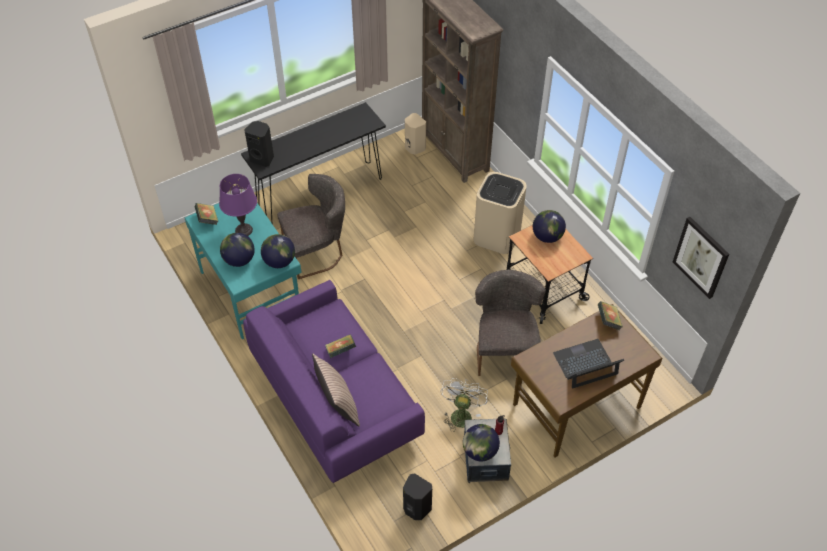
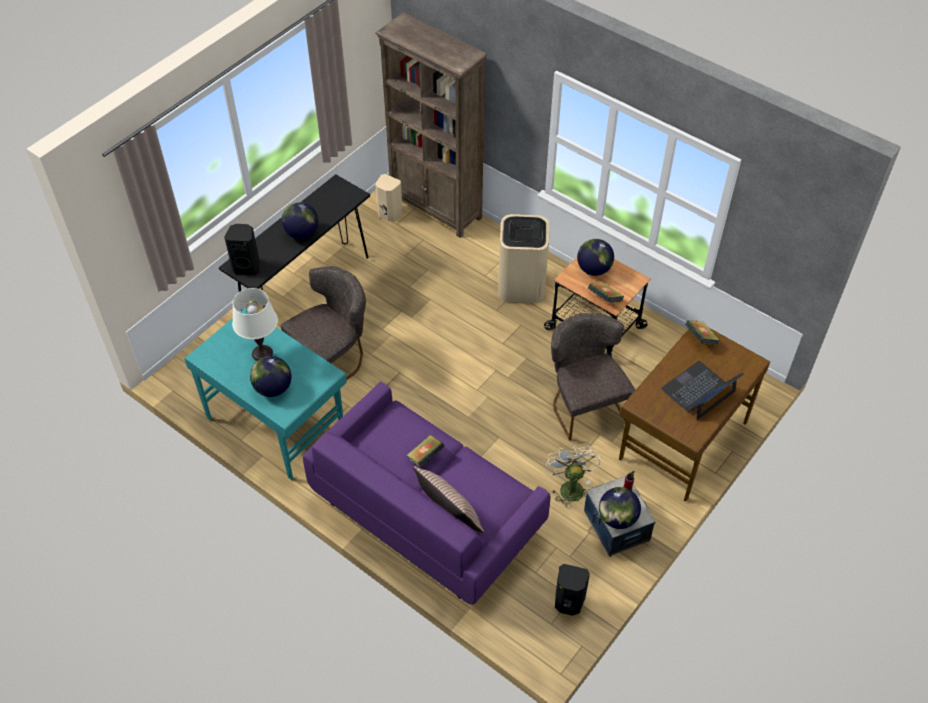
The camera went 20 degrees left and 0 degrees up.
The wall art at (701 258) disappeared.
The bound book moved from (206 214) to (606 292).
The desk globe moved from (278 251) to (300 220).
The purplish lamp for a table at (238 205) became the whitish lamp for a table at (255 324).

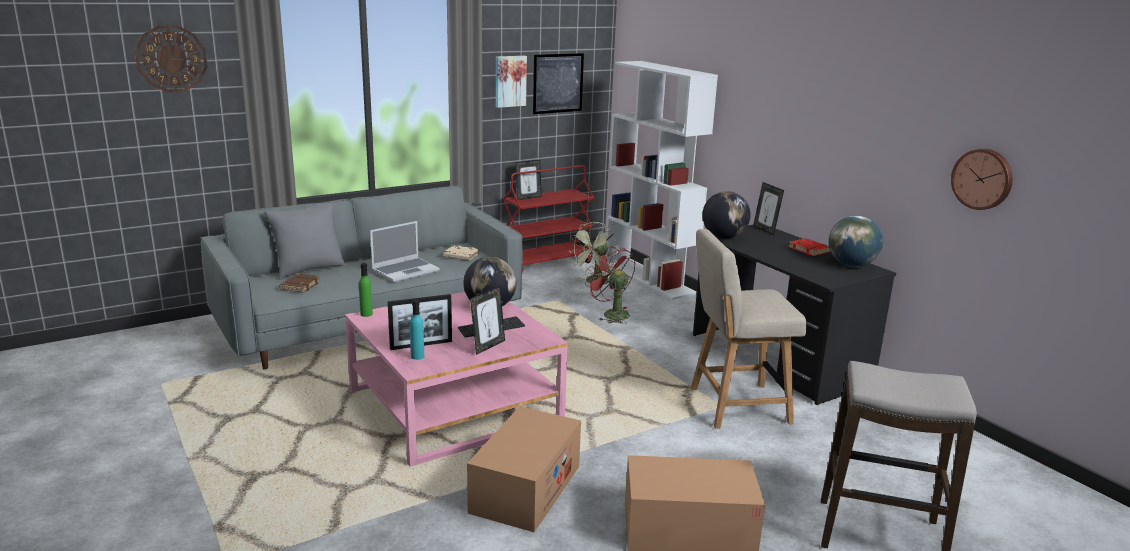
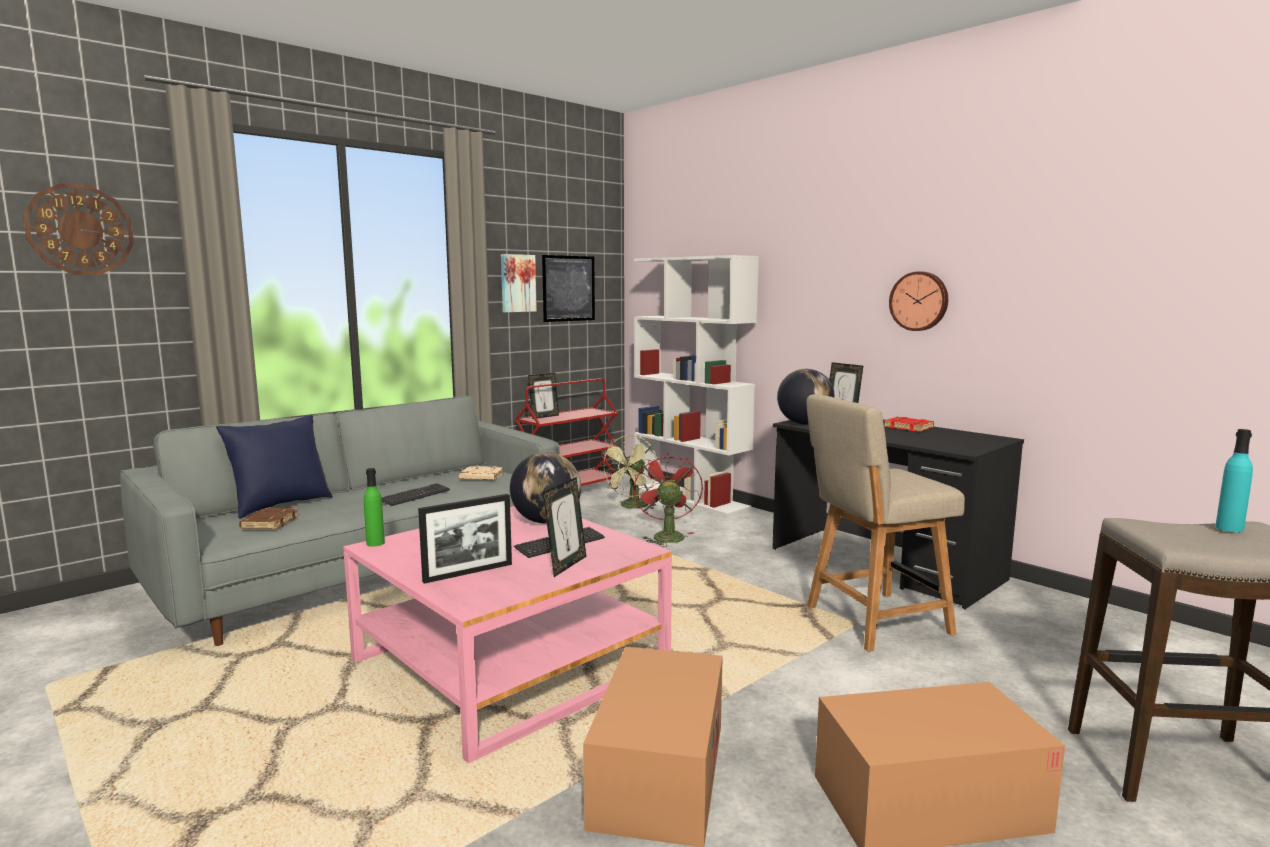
The camera went 10 degrees left and 10 degrees down.
The desk globe at (855 241) disappeared.
The turquoise beverage bottle moved from (417 330) to (1234 480).
The clock on the wall moved from (982 179) to (918 301).
The portable computer at (405 251) was replaced by the PC keyboard at (415 494).
The greyish cushion at (305 241) became the blue-coloured cushion at (274 467).
The red-coloured electric fan at (610 285) turned 45 degrees clockwise.

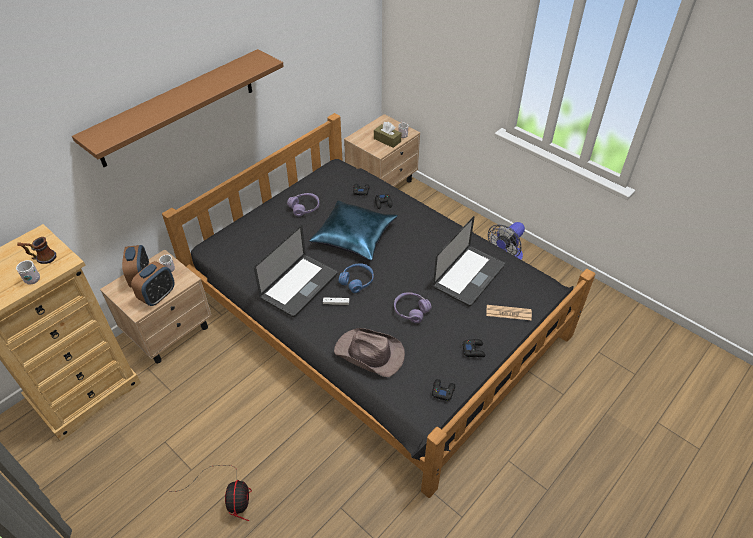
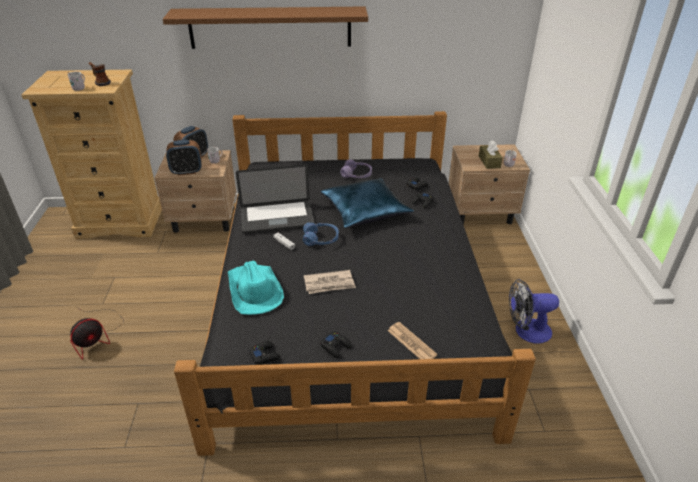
The camera went 45 degrees right and 10 degrees down.
The portable computer at (469 261) disappeared.
The purplish headphones at (413 307) was replaced by the printed paper at (330 282).
The brown hat at (369 352) became the turquoise hat at (256 288).

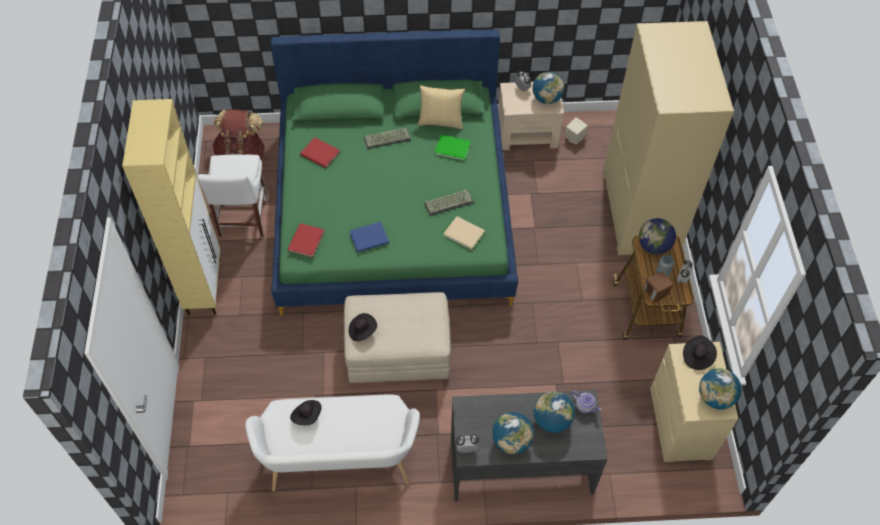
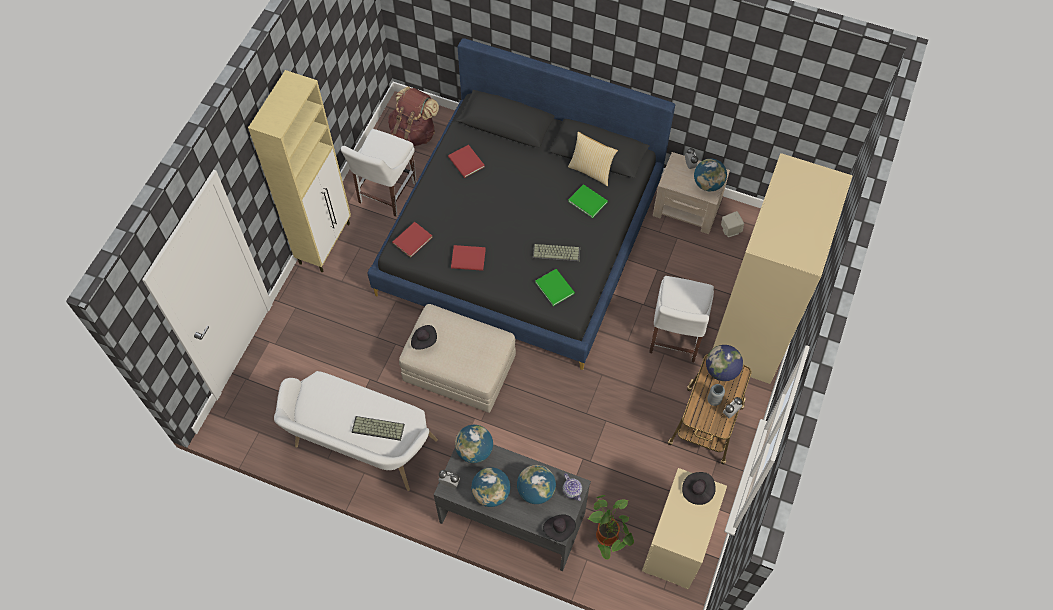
The camera went 25 degrees right and 5 degrees up.
The brown speaker at (657 287) disappeared.
The houseplant at (611 527) appeared.
The whitish chair at (681 319) appeared.
The blackish hat moved from (306 412) to (559 528).
The PC keyboard moved from (387 138) to (378 428).
The desk globe moved from (720 388) to (474 444).
The greenish bed at (394 172) became the blackish bed at (521 204).
The blue-coloured bound book at (369 237) became the red-coloured bound book at (468 258).
The beige bound book at (464 233) became the greenish bound book at (555 287).

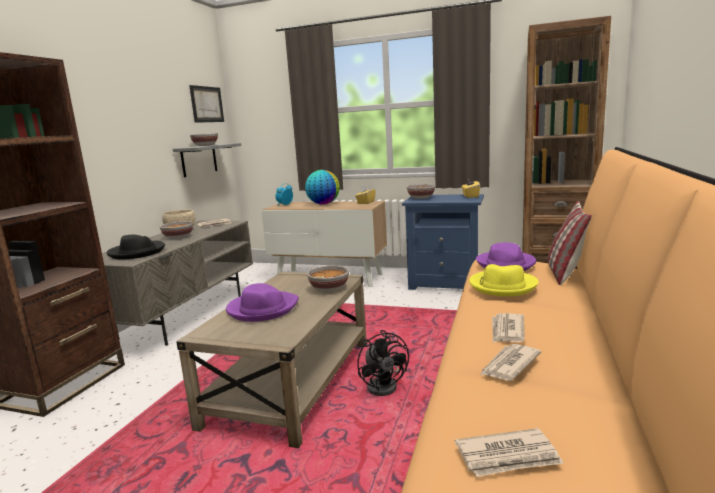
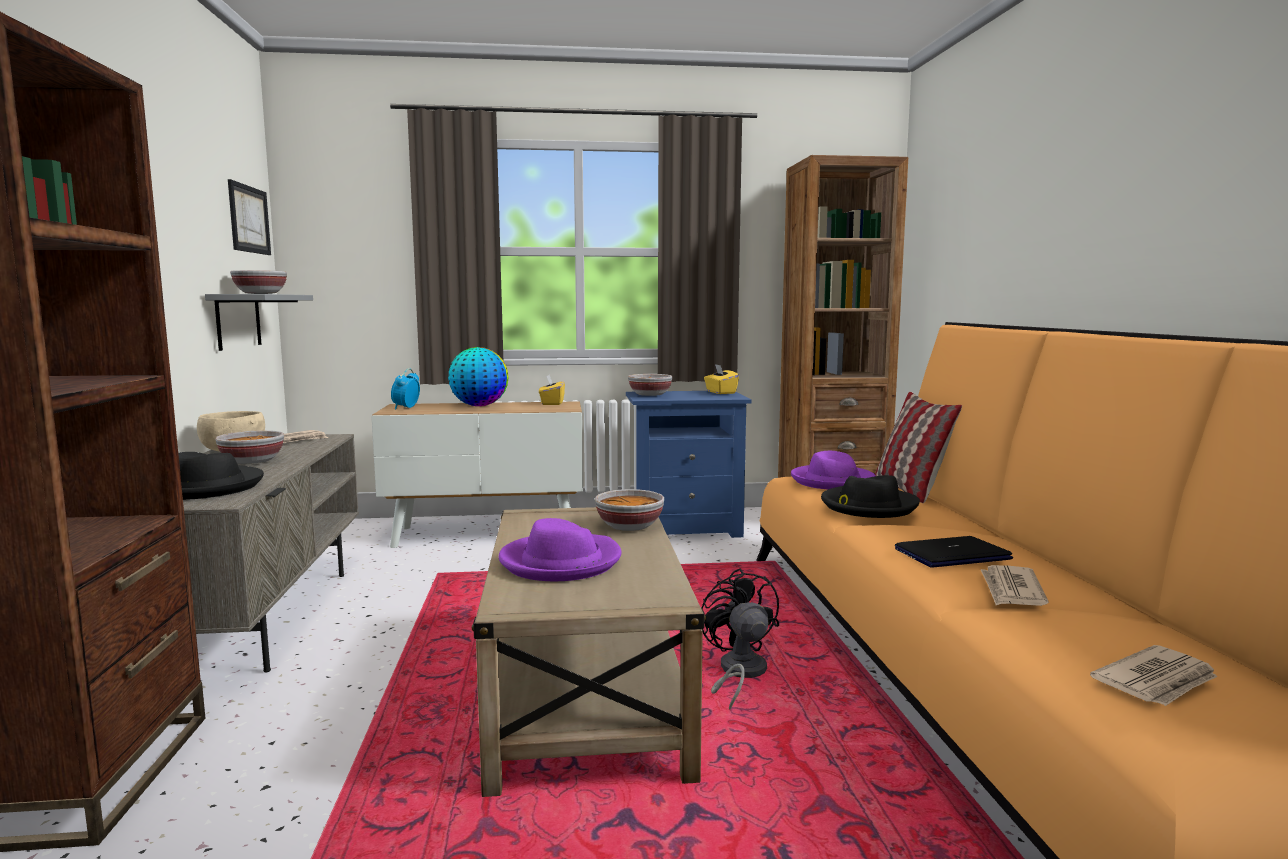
The camera went 25 degrees left and 5 degrees down.
The printed paper at (508 328) was replaced by the portable computer at (954 551).
The yellow hat at (504 280) became the blackish hat at (870 496).
The blackish electric fan at (383 363) turned 150 degrees counterclockwise.

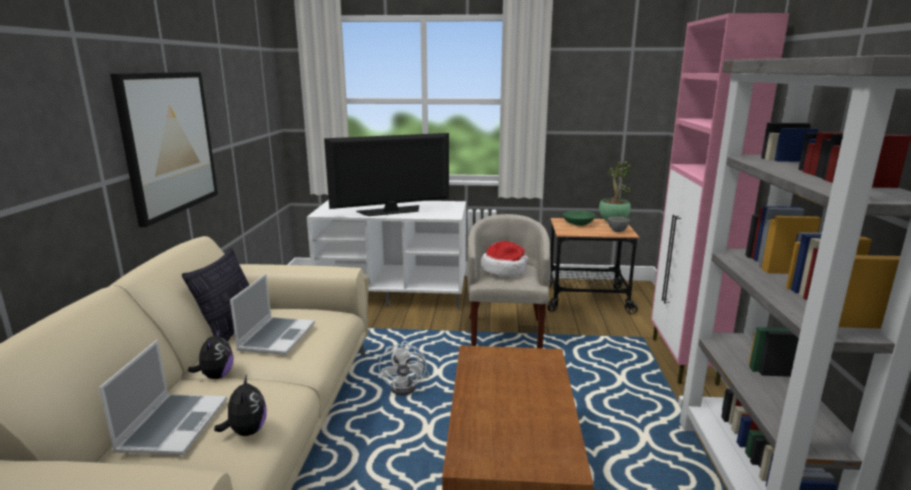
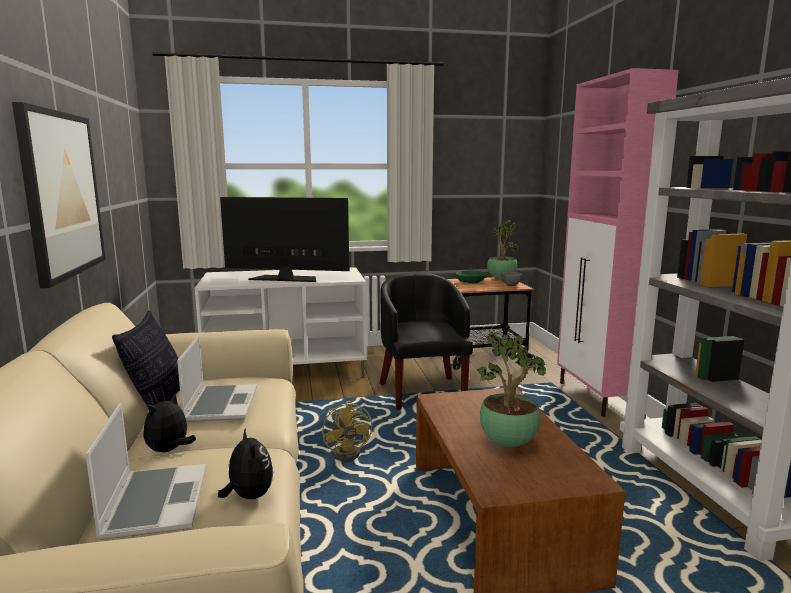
The camera went 15 degrees left and 5 degrees down.
The hat at (505 258) disappeared.
The houseplant at (511 389) appeared.
The whitish electric fan at (404 368) became the yellow electric fan at (347 431).
The beige easy chair at (509 281) became the blackish easy chair at (426 341).
The soft toy at (211 354) turned 135 degrees counterclockwise.
The television at (386 174) turned 135 degrees counterclockwise.

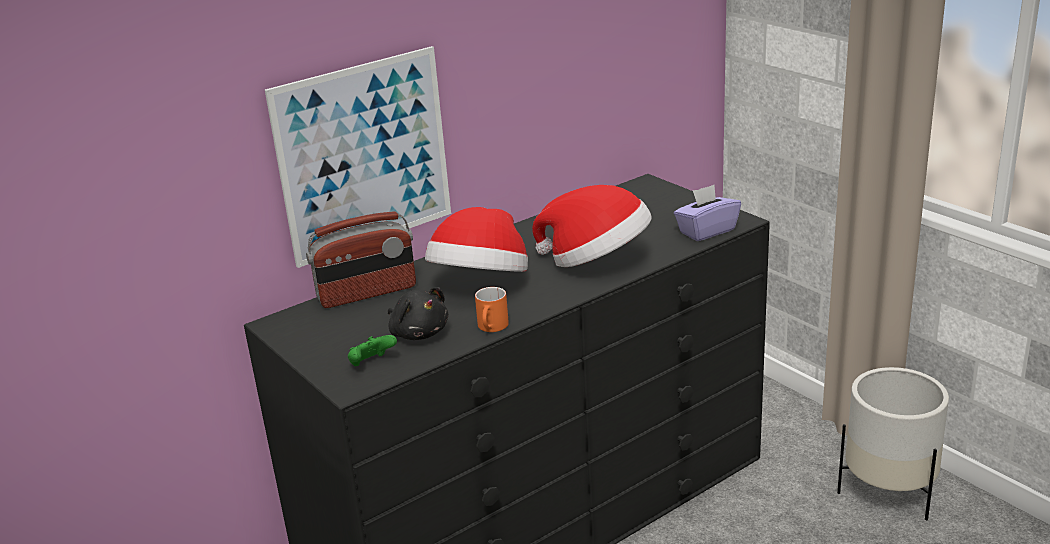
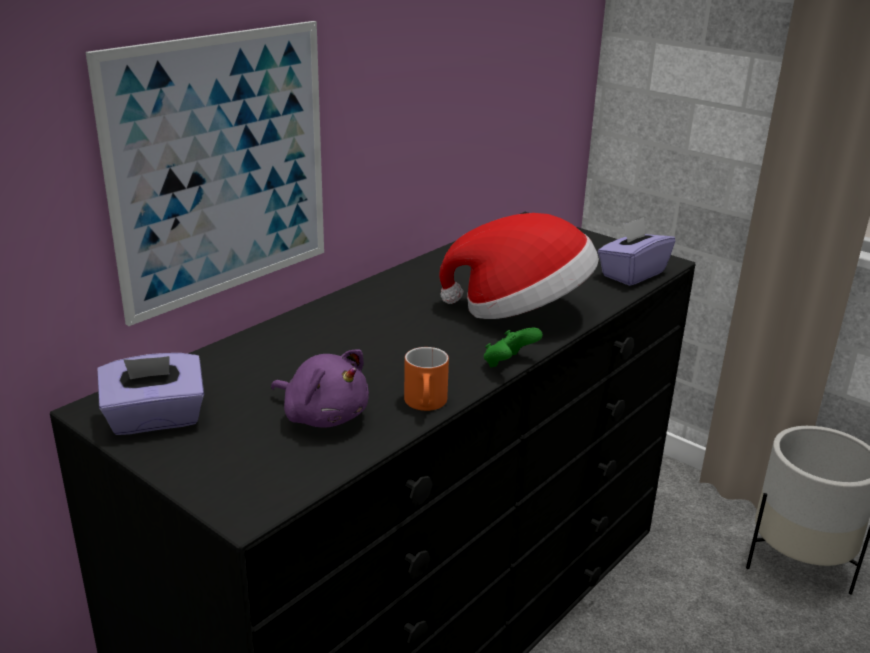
The camera went 15 degrees left and 0 degrees up.
The radio receiver at (361 259) disappeared.
The hat at (476 239) disappeared.
The purplish box of tissues at (150 394) appeared.
The greenish game controller moved from (372 350) to (513 347).
The blackish soft toy at (418 313) became the purplish soft toy at (320 388).

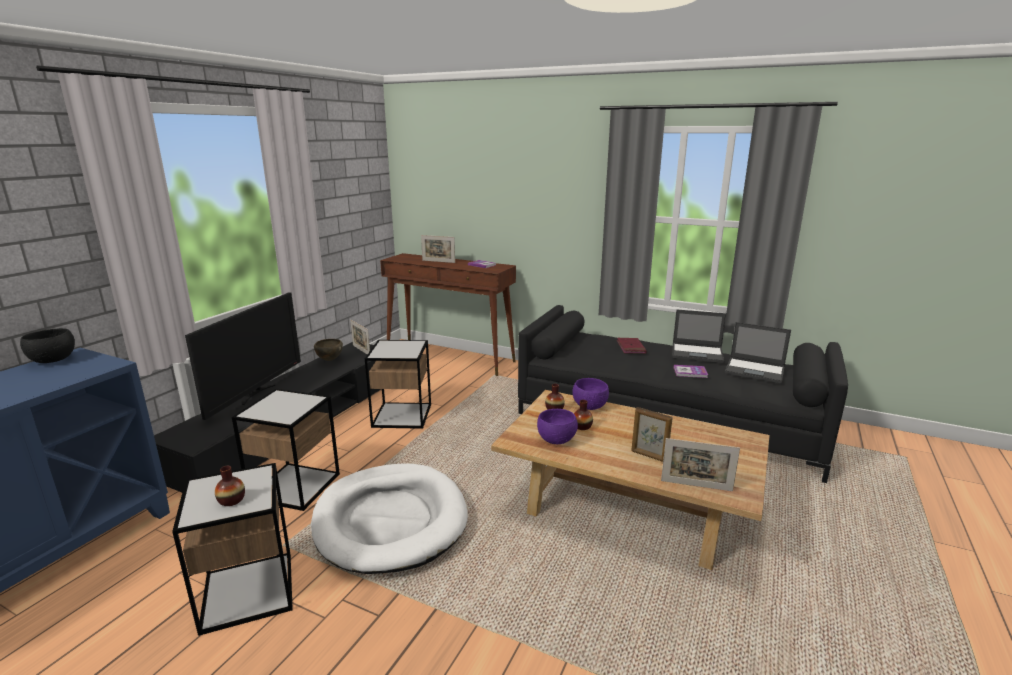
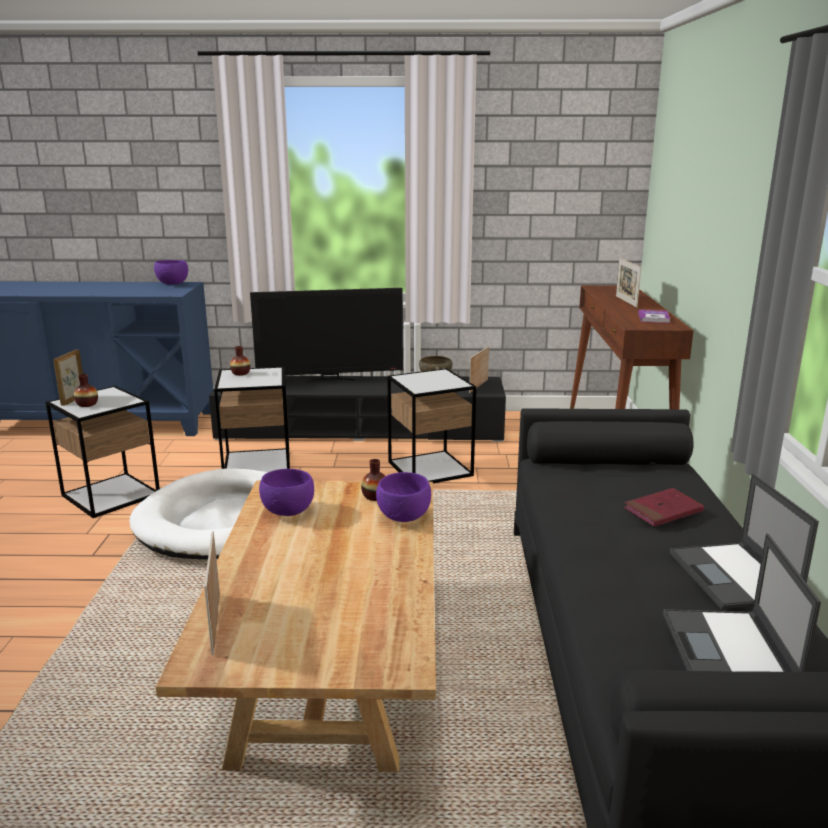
The camera went 65 degrees right and 0 degrees up.
The bound book at (690 371) disappeared.
The vase moved from (583 415) to (240 361).
The photo frame moved from (652 434) to (68 377).
The blackish bowl at (47 345) became the purplish bowl at (171 272).

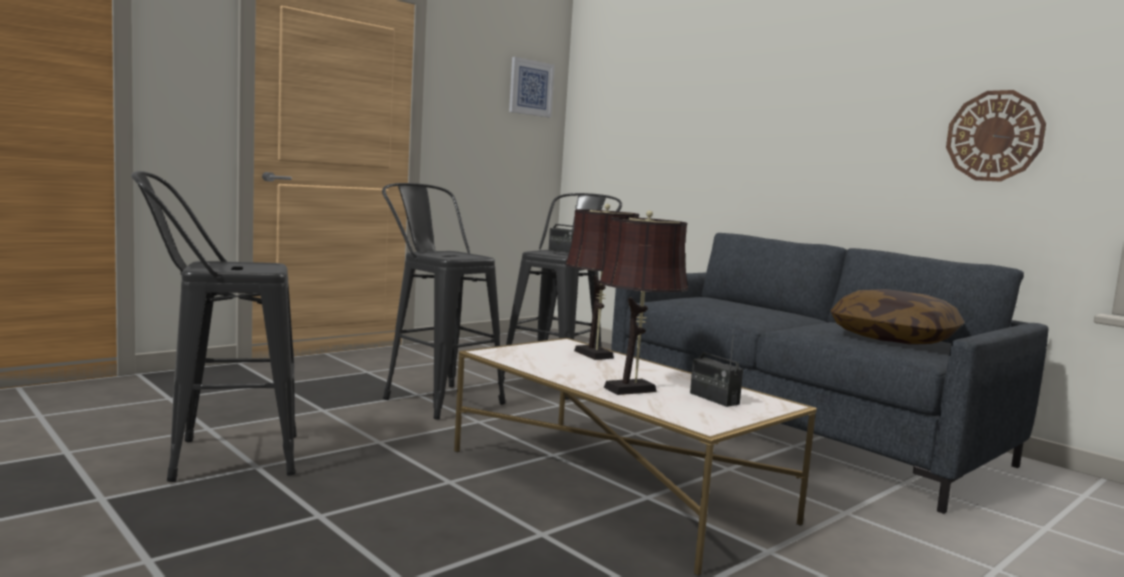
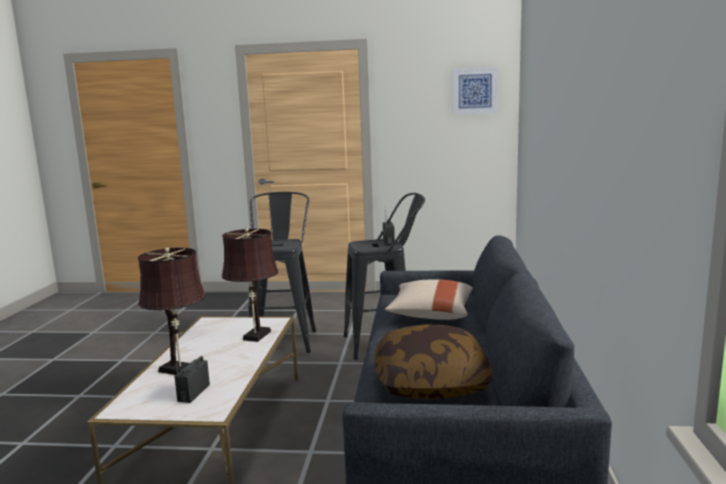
The camera went 50 degrees right and 5 degrees up.
The blackish stool at (214 326) disappeared.
The clock on the wall at (996 136) disappeared.
The beige cushion at (429 299) appeared.

